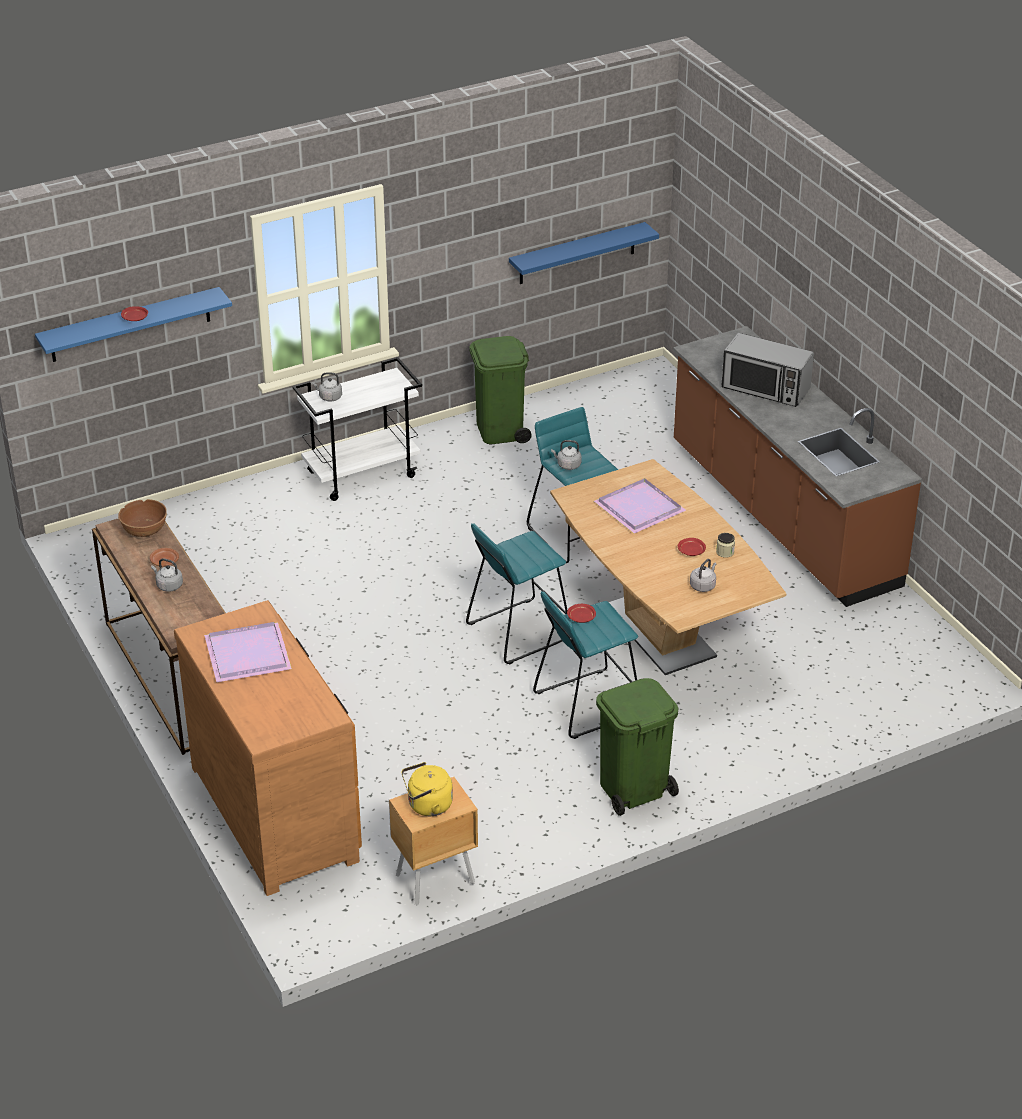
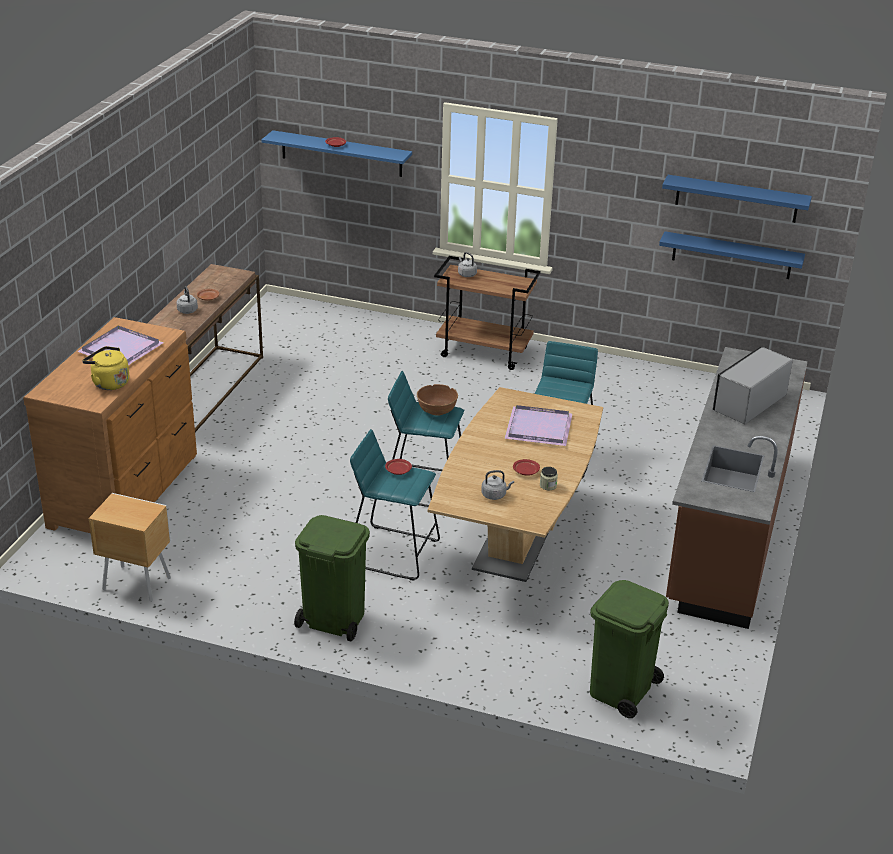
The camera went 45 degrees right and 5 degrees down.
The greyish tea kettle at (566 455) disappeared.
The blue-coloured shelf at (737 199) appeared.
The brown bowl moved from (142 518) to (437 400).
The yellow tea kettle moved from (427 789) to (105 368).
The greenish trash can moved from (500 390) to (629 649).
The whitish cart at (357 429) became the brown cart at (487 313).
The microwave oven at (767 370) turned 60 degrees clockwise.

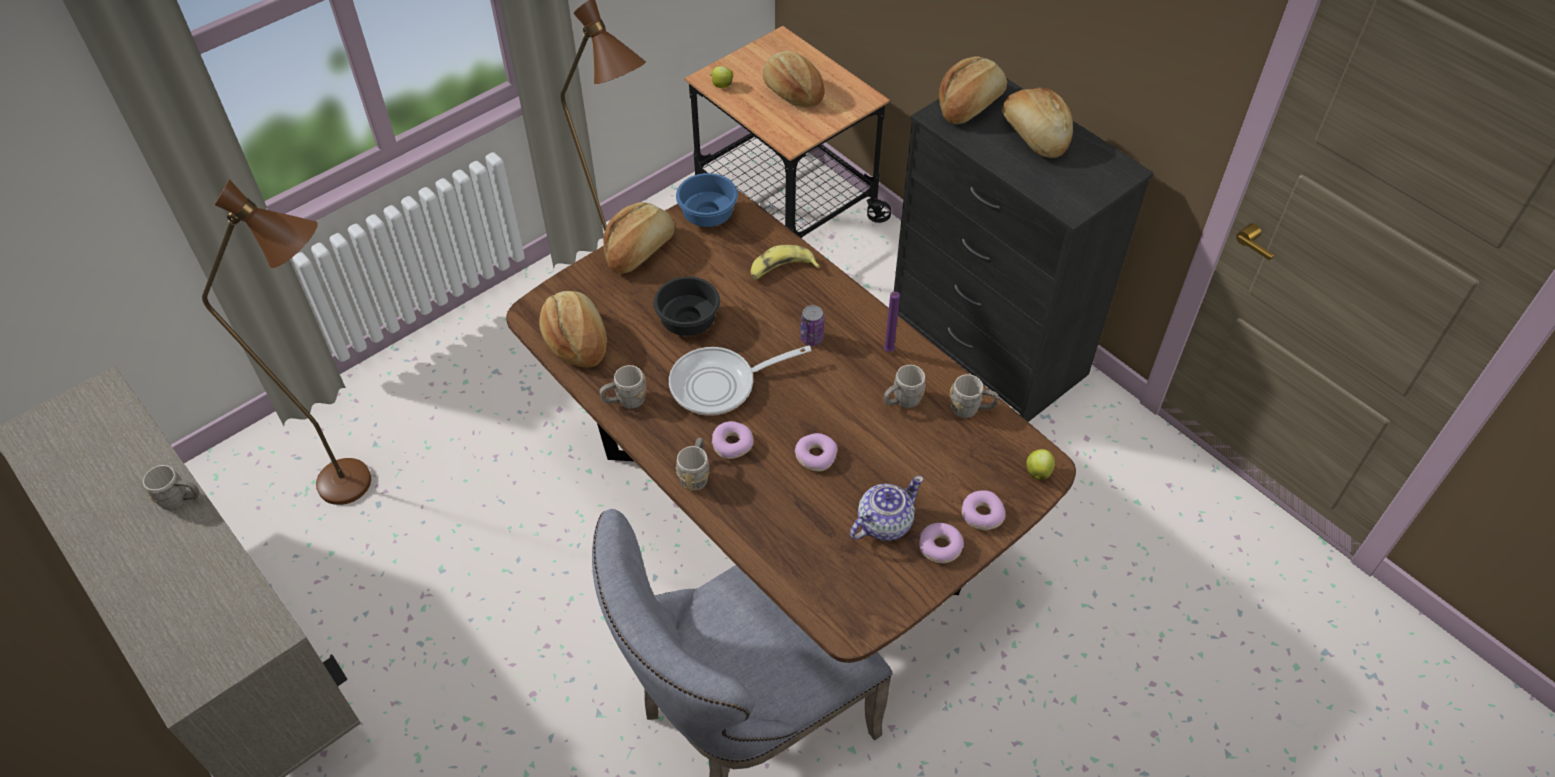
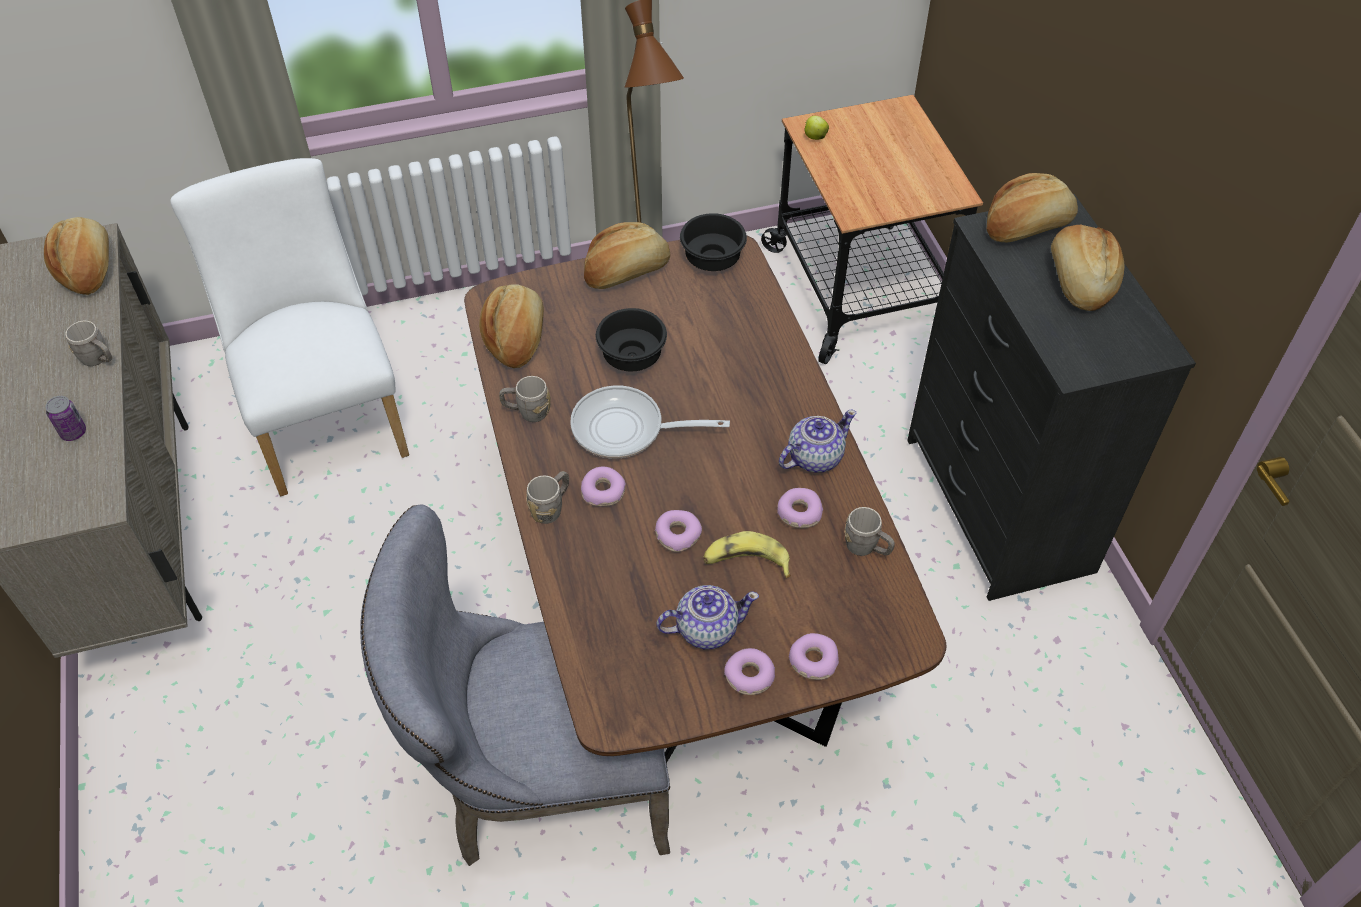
The camera went 25 degrees right and 0 degrees up.
The apple fruit at (1040 464) disappeared.
The whole banana moved from (785 262) to (747 554).
The bakery bread moved from (794 78) to (76 256).
The can moved from (812 325) to (65 418).
The brown standing lamp at (286 342) was replaced by the whitish chair at (289 327).
The purplish candle at (892 322) was replaced by the pot for tea at (817 441).
The greyish mug at (905 386) was replaced by the doughnut at (800 508).
The blue-coloured bowl at (707 200) became the blackish bowl at (713 242).

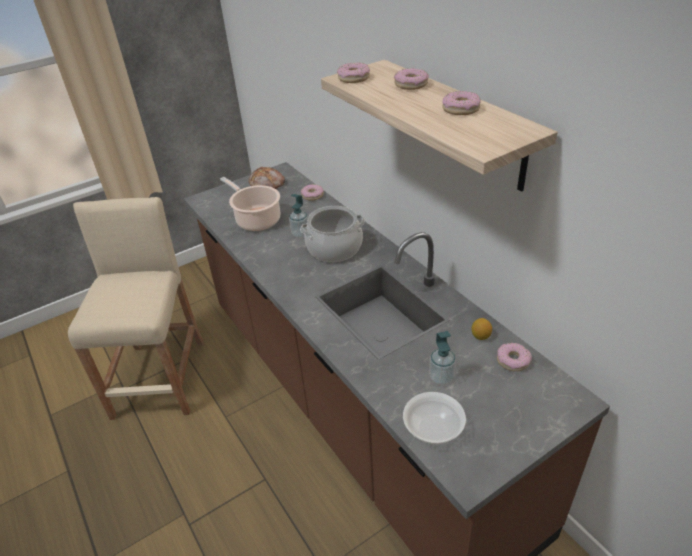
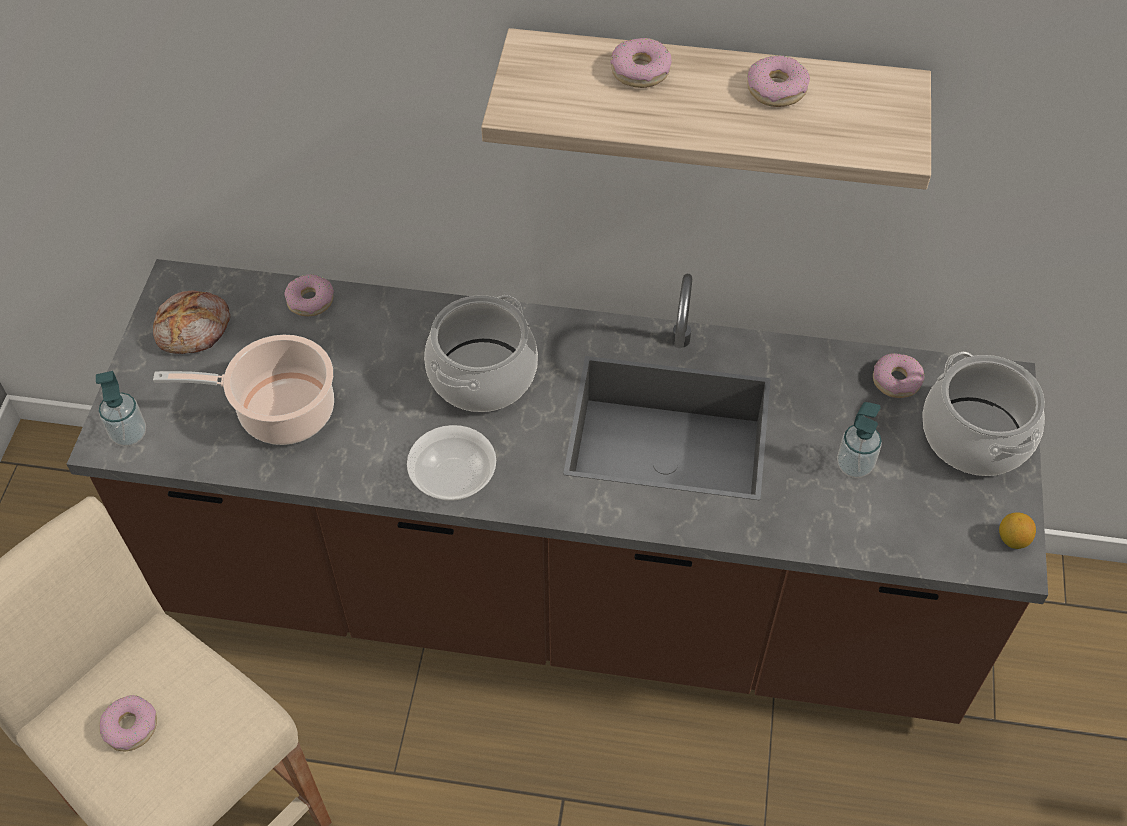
The camera went 50 degrees left and 15 degrees up.
The stockpot at (983 414) appeared.
The soap bottle moved from (298 216) to (121 408).
The doughnut moved from (353 73) to (128 723).
The bowl moved from (434 418) to (451 463).
The lemon moved from (482 329) to (1017 530).

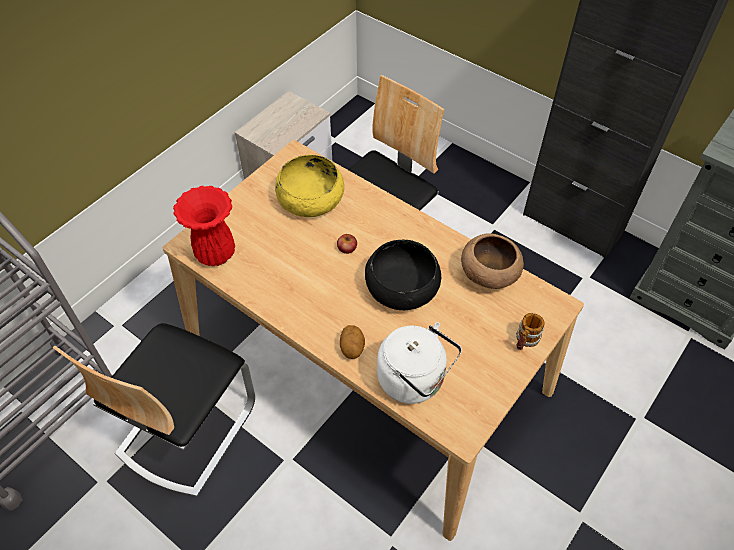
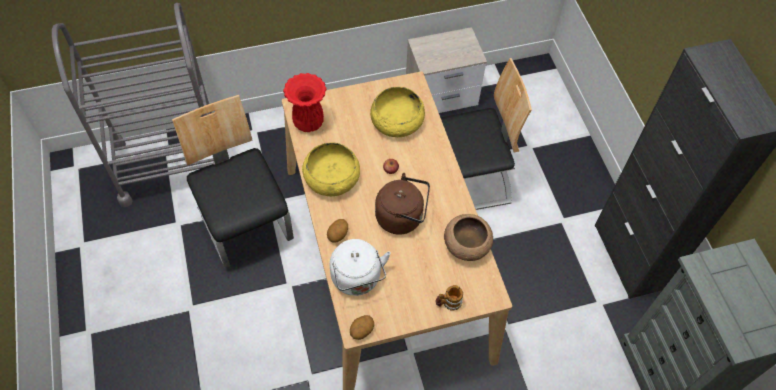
The camera went 35 degrees right and 5 degrees up.
The yellow bowl at (331 169) appeared.
The spud at (362 327) appeared.
The blackish bowl at (403 275) was replaced by the brown tea kettle at (402 204).
The chair at (154 410) turned 90 degrees clockwise.

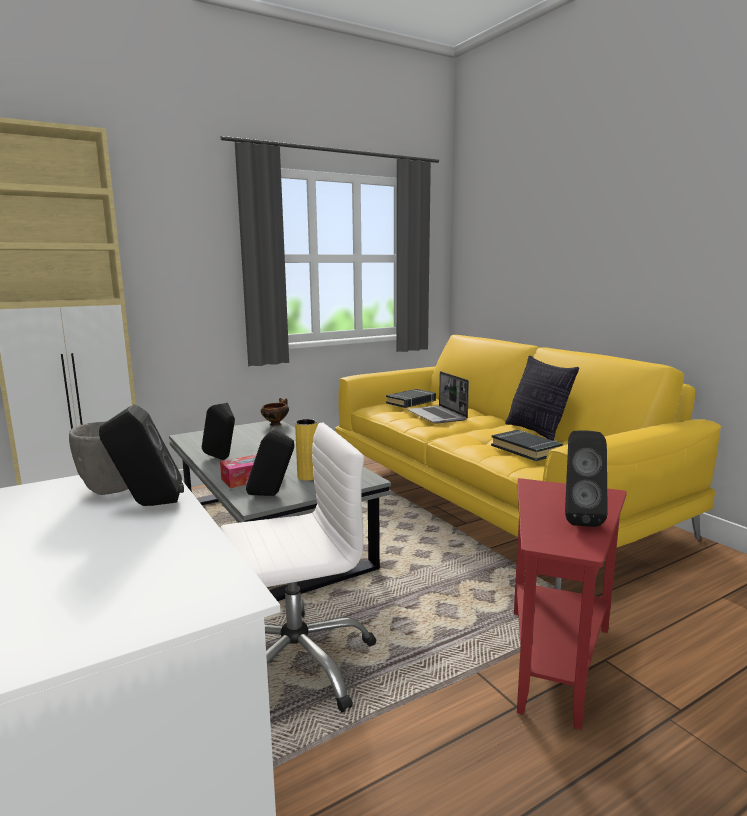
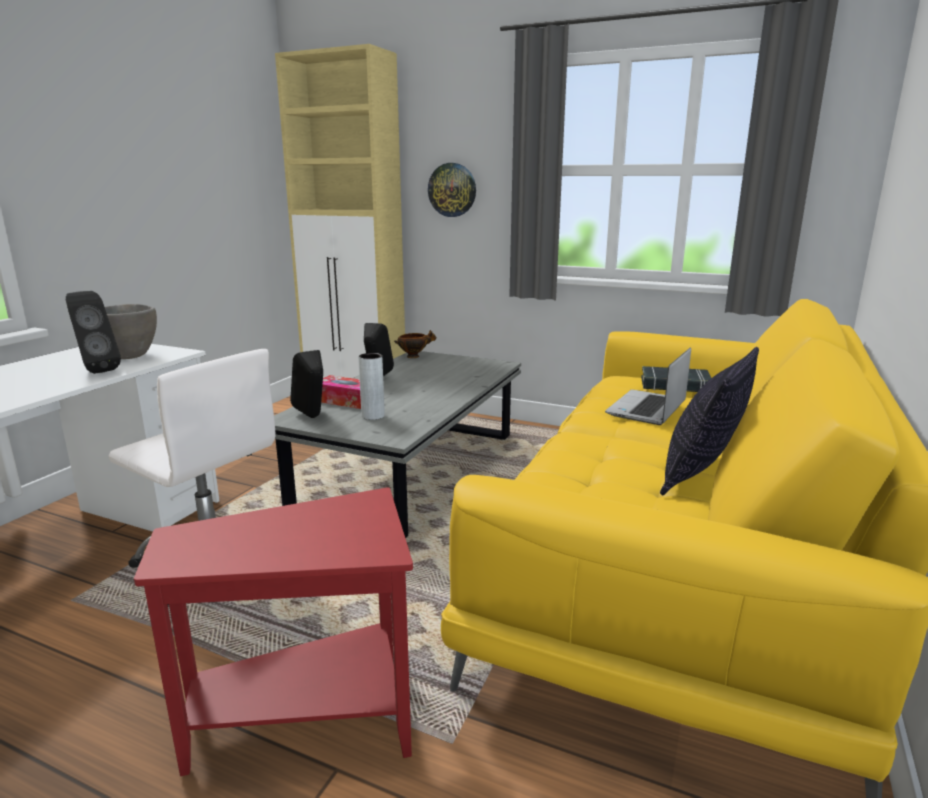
The camera went 55 degrees right and 5 degrees up.
The blackish bound book at (527 445) disappeared.
The blackish speaker at (586 478) disappeared.
The clock on the wall at (452 190) appeared.
The bowl moved from (275 412) to (415 344).
The yellow vase at (306 450) became the greyish vase at (371 386).

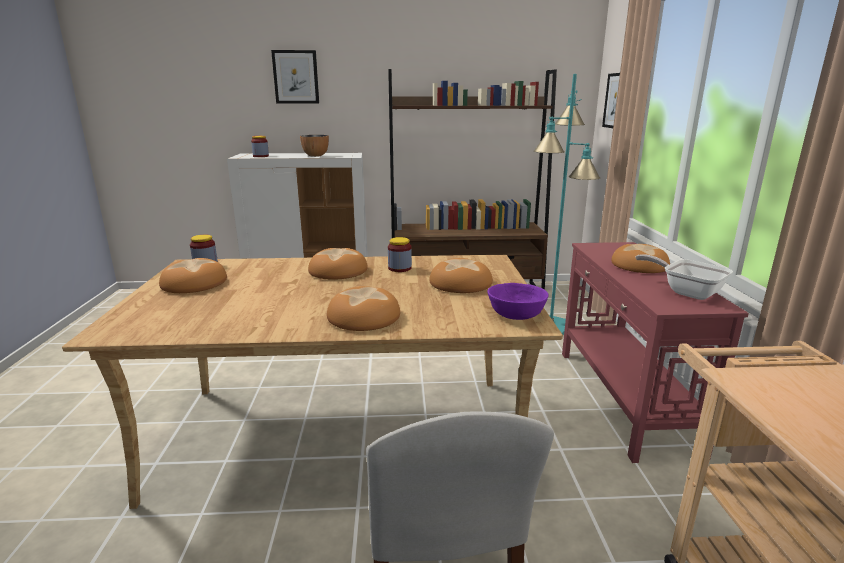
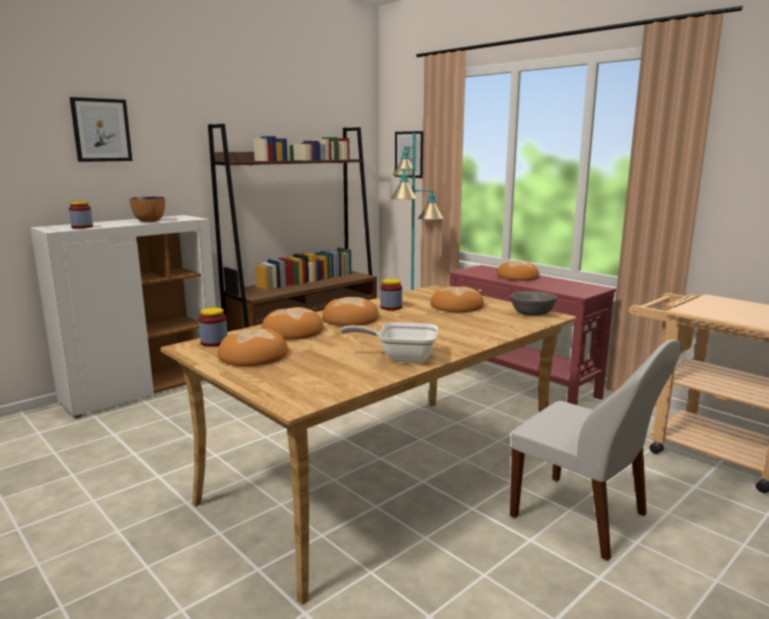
The camera went 40 degrees left and 5 degrees down.
The bakery bread moved from (363 308) to (292 323).
The skillet moved from (684 277) to (389 342).
The purplish bowl at (518 301) became the greyish bowl at (533 303).

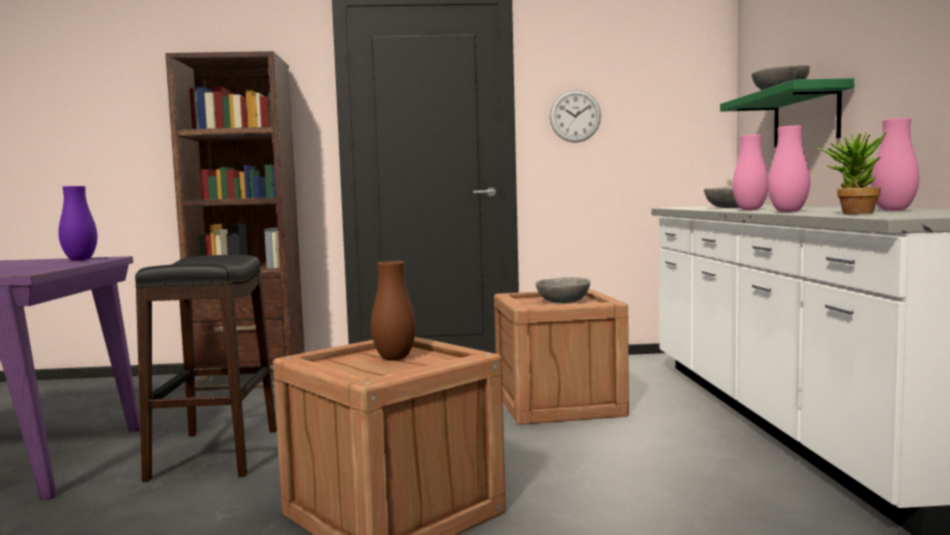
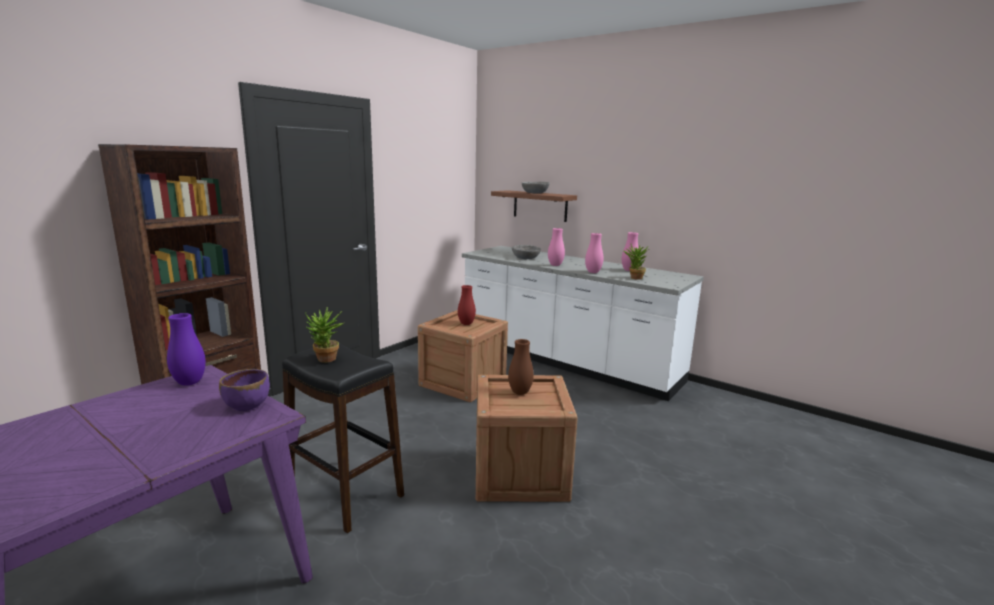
The camera went 50 degrees left and 10 degrees up.
The clock on the wall at (575 116) disappeared.
The purplish bowl at (244 390) appeared.
The houseplant at (324 335) appeared.
The greyish bowl at (563 290) was replaced by the red-coloured vase at (467 305).
The greenish shelf at (787 112) became the brown shelf at (534 206).

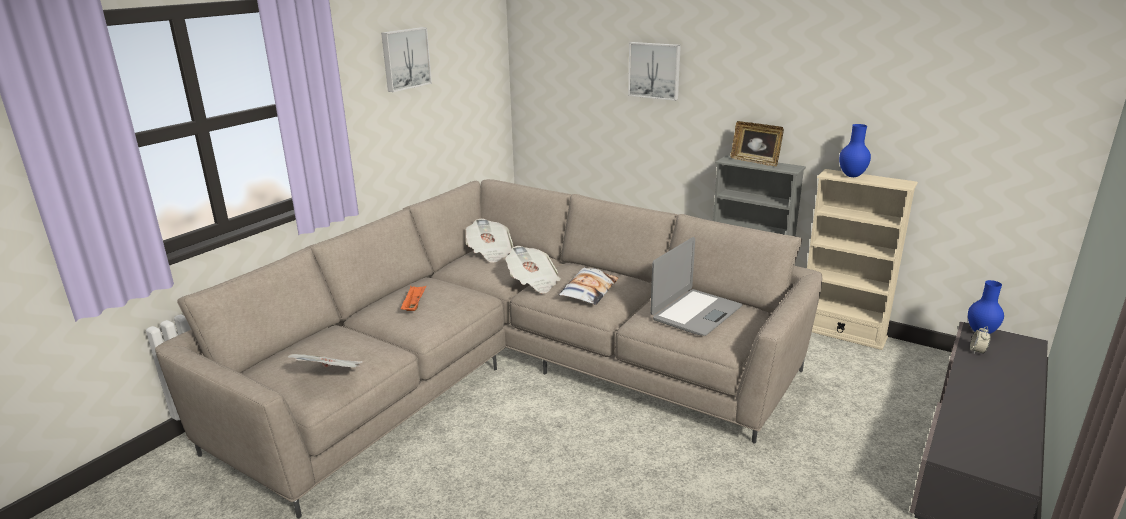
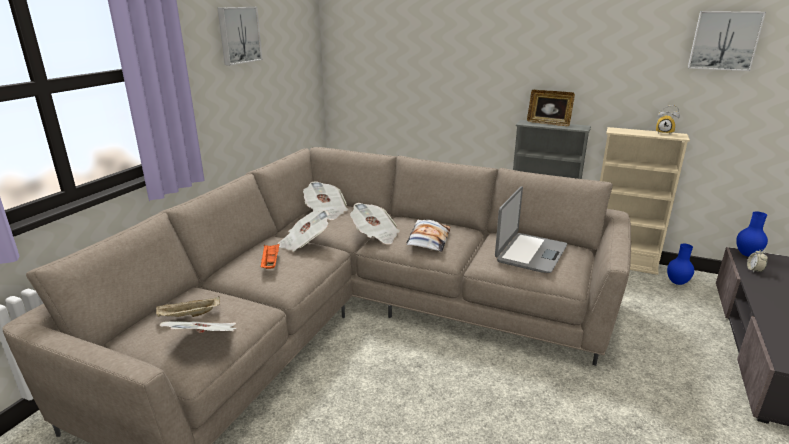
The camera went 10 degrees left and 0 degrees up.
The beige carrying tray at (188 306) appeared.
The printed paper at (303 231) appeared.
The bedside clock at (668 119) appeared.
The wall art moved from (654 71) to (727 41).
The blue-coloured vase moved from (855 150) to (680 264).

